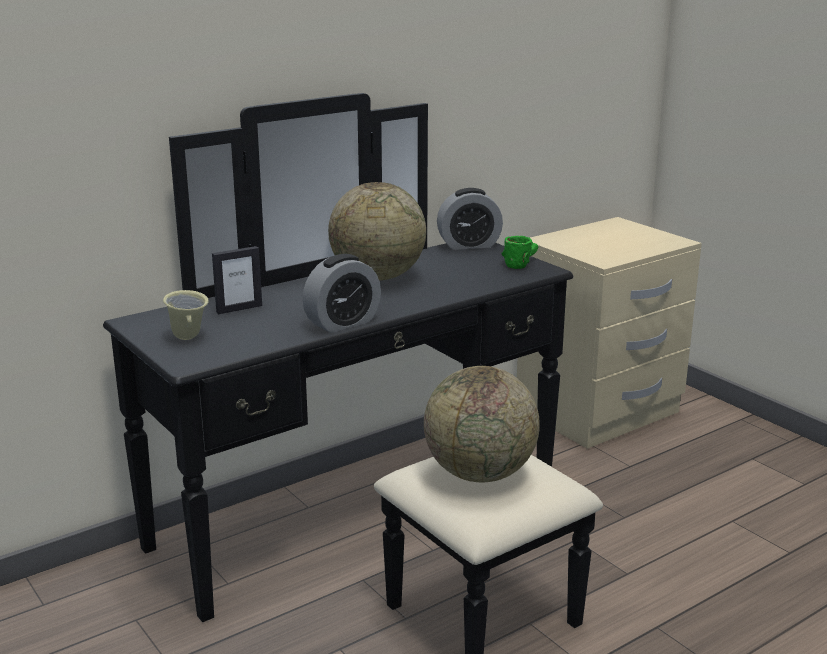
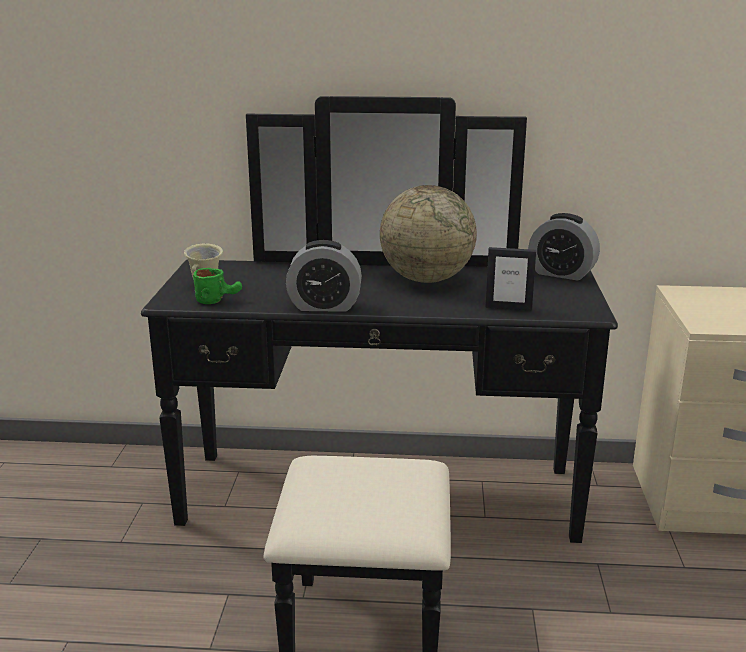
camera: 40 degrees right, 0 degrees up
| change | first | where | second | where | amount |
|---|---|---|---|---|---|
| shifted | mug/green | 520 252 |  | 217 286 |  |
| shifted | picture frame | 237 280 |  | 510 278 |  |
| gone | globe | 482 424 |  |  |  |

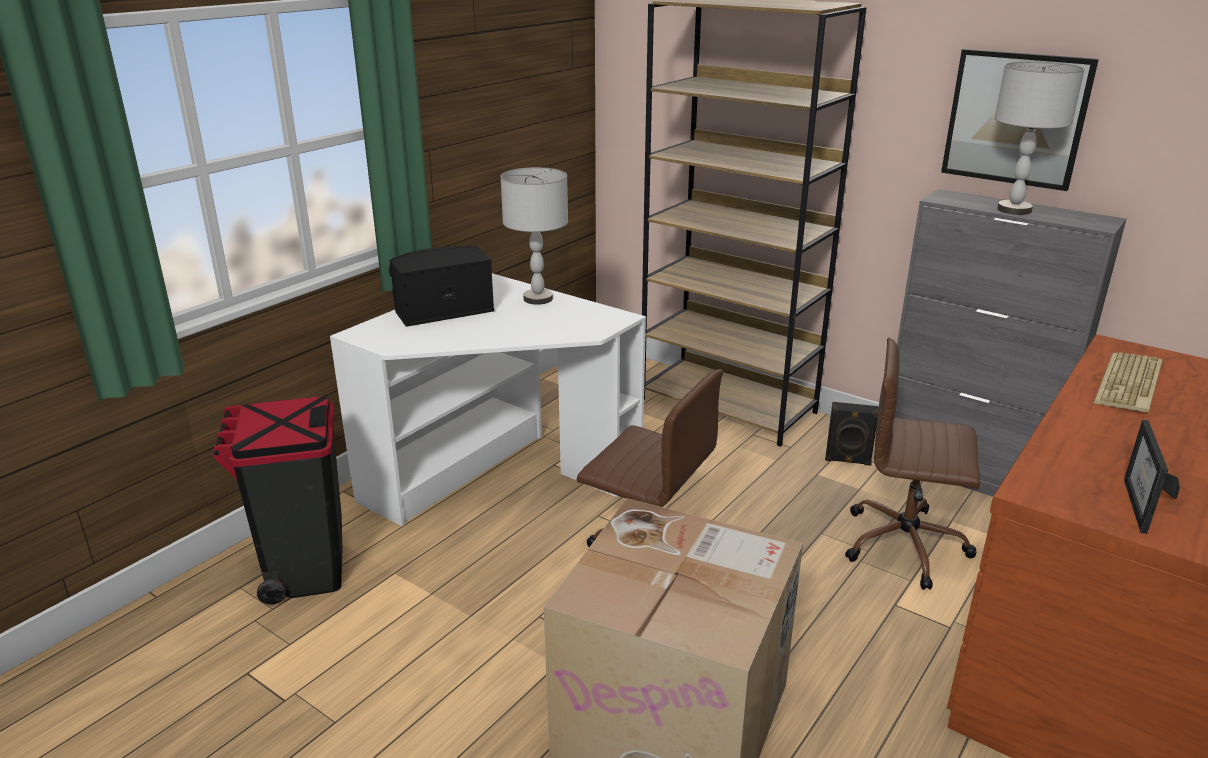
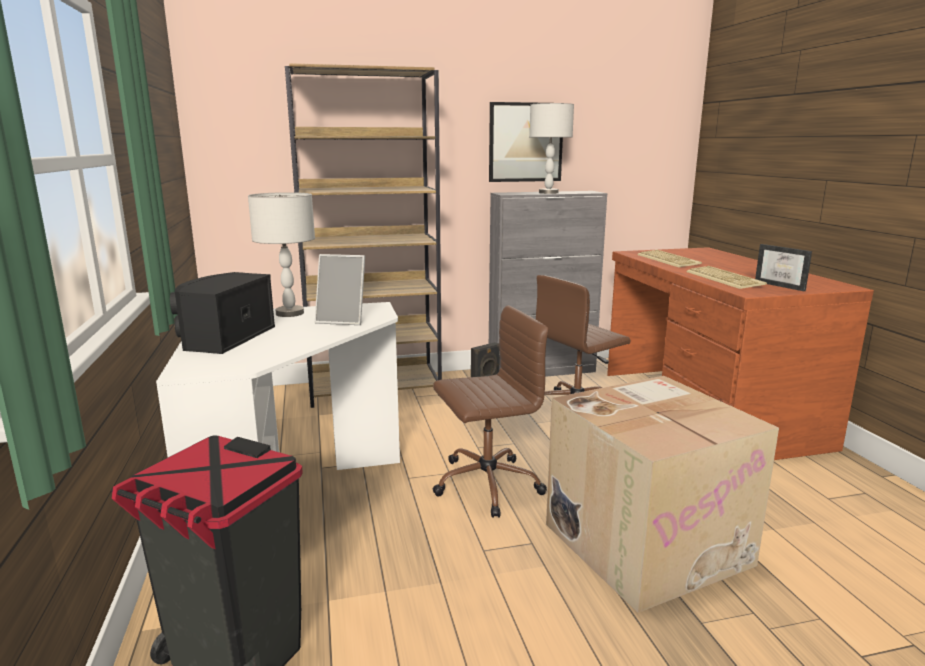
camera: 50 degrees left, 10 degrees down
| change | first | where | second | where | amount |
|---|---|---|---|---|---|
| new |  |  | picture frame | 340 289 |  |
| new |  |  | keyboard | 726 277 |  |

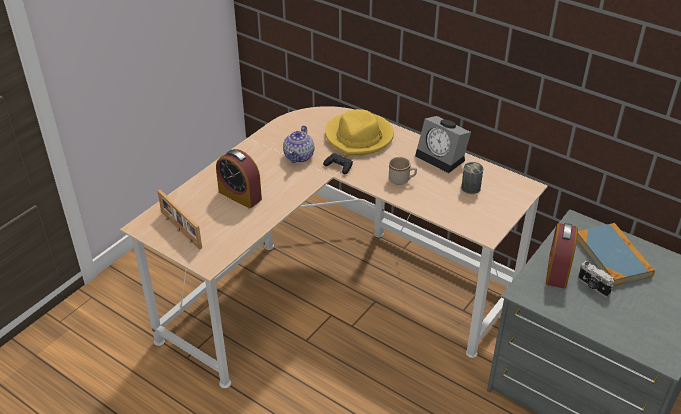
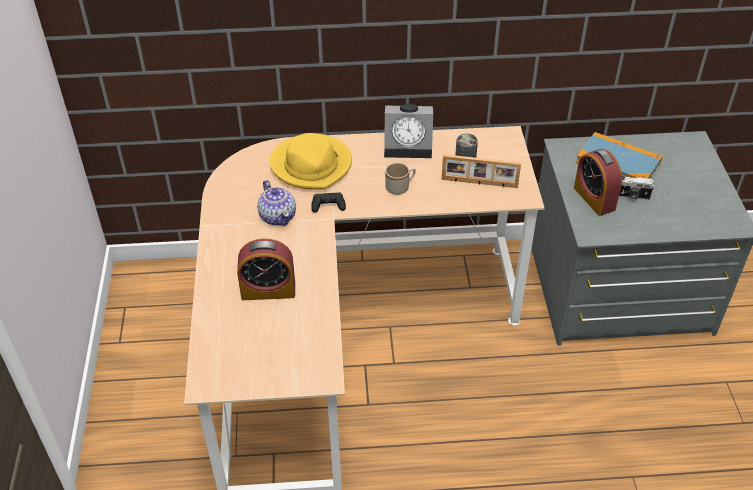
camera: 40 degrees left, 5 degrees up
| change | first | where | second | where | amount |
|---|---|---|---|---|---|
| shifted | picture frame | 179 220 |  | 481 171 |  |

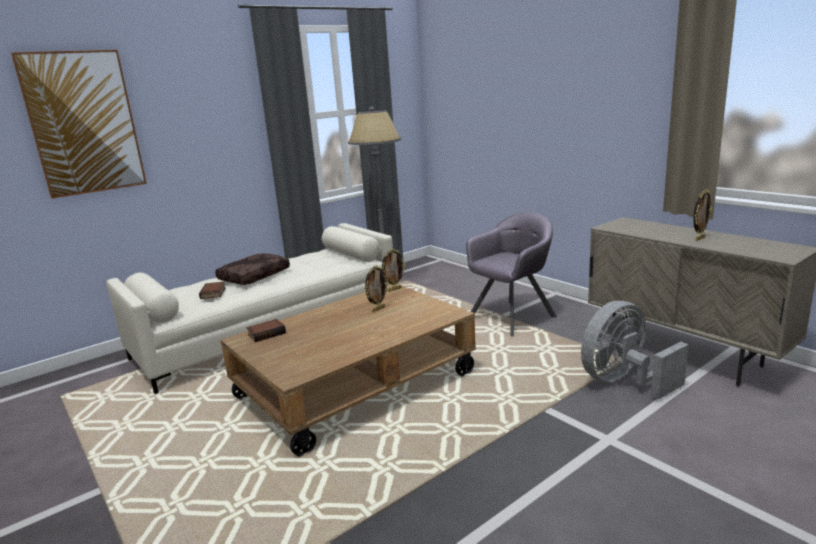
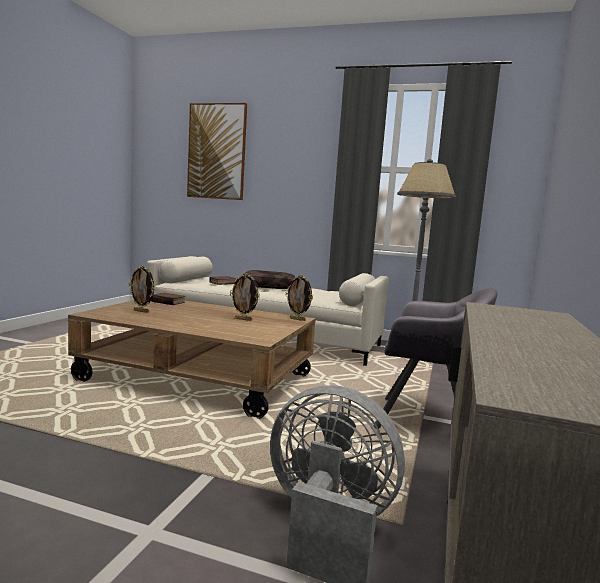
camera: 55 degrees right, 10 degrees down
| change | first | where | second | where | amount |
|---|---|---|---|---|---|
| shifted | picture frame | 702 215 |  | 142 289 |  |

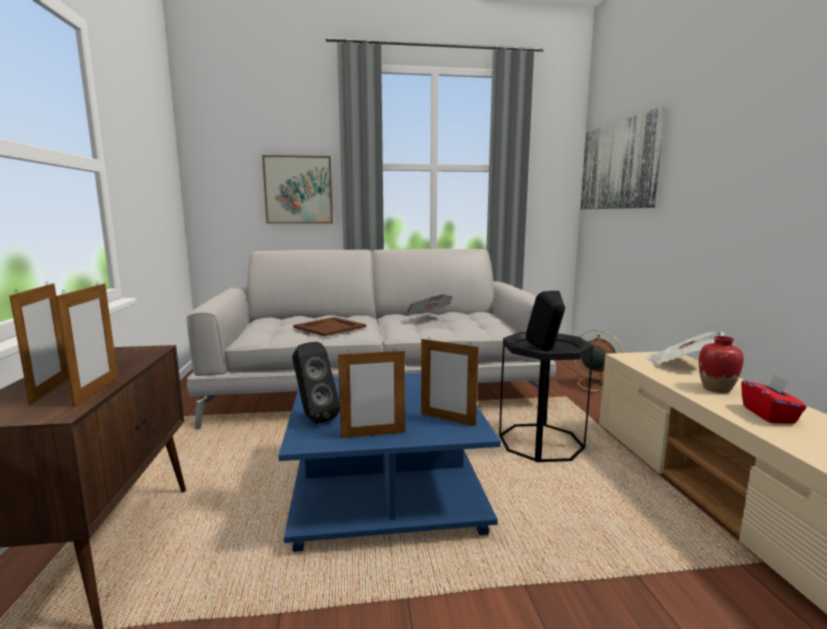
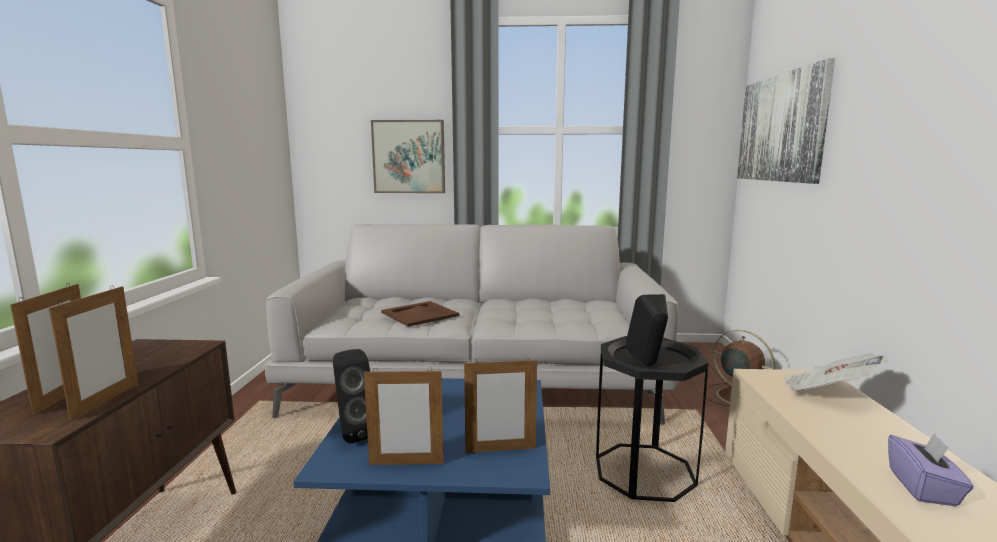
camera: 10 degrees right, 0 degrees up
| change | first | where | second | where | amount |
|---|---|---|---|---|---|
| gone | newspaper | 429 304 |  |  |  |
| gone | vase/red | 721 364 |  |  |  |
| rotated | picture frame | 450 381 |  | 500 405 | 45 degrees counterclockwise |
| repainted | tissue box/red | 774 399 | tissue box/purple | 931 470 |  |

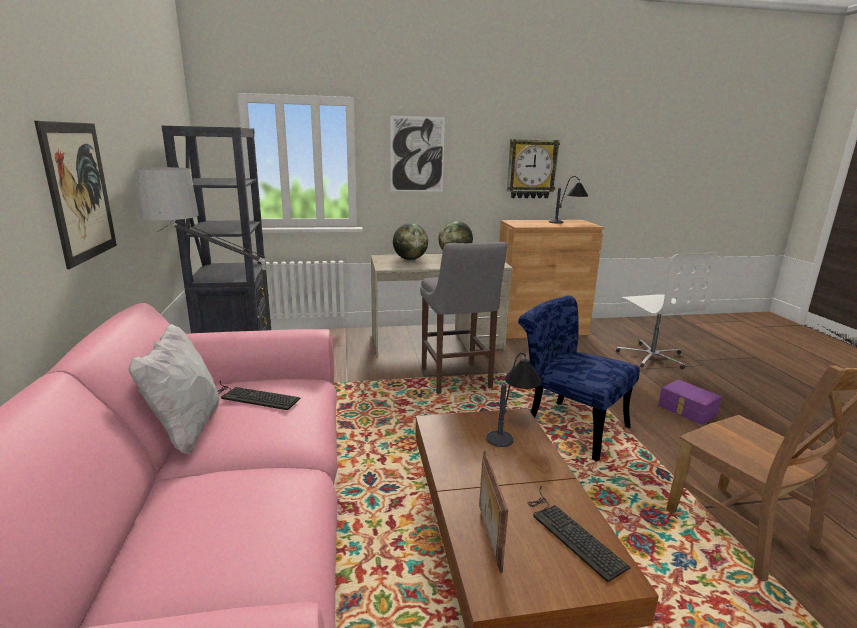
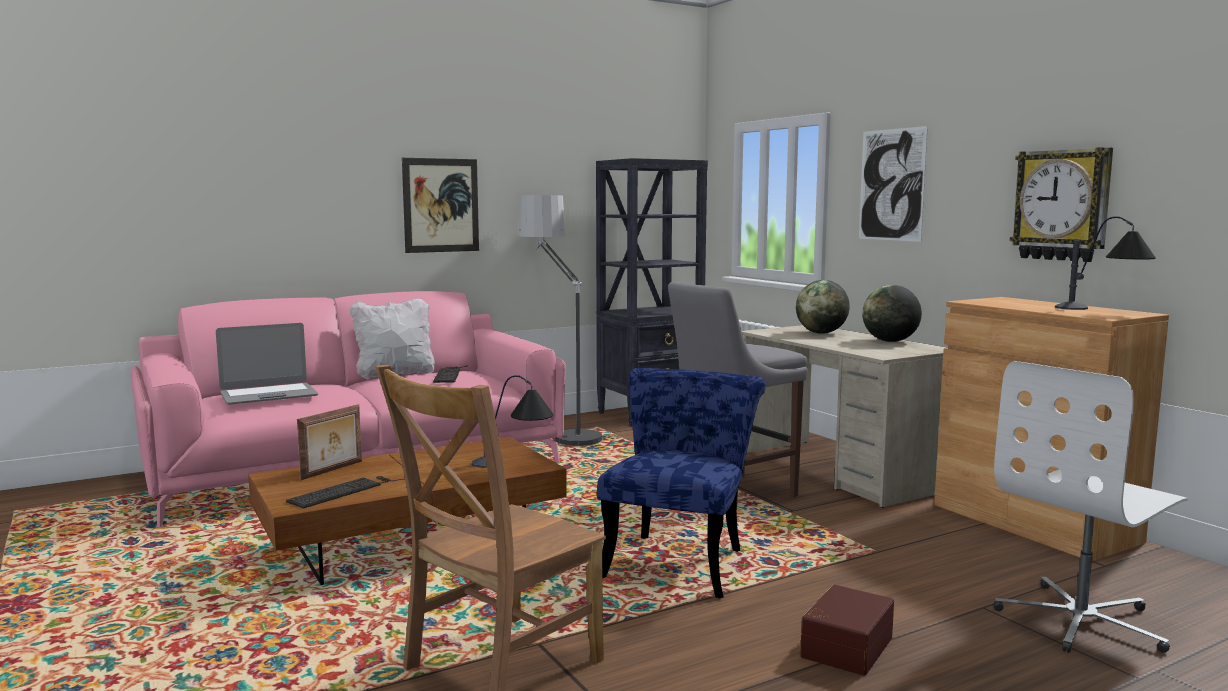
camera: 70 degrees right, 10 degrees down
| change | first | where | second | where | amount |
|---|---|---|---|---|---|
| repainted | storage box/purple | 690 402 | storage box/brown | 847 630 |  |
| rotated | picture frame | 493 512 |  | 329 442 | 150 degrees clockwise |
| new |  |  | laptop | 267 363 |  |

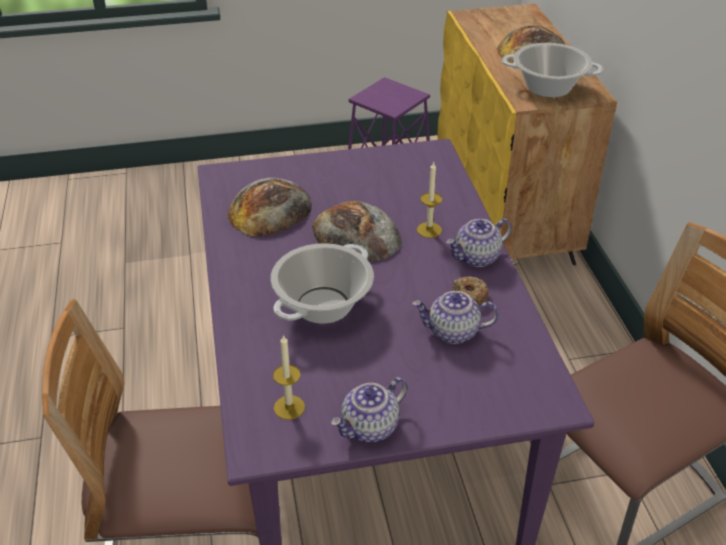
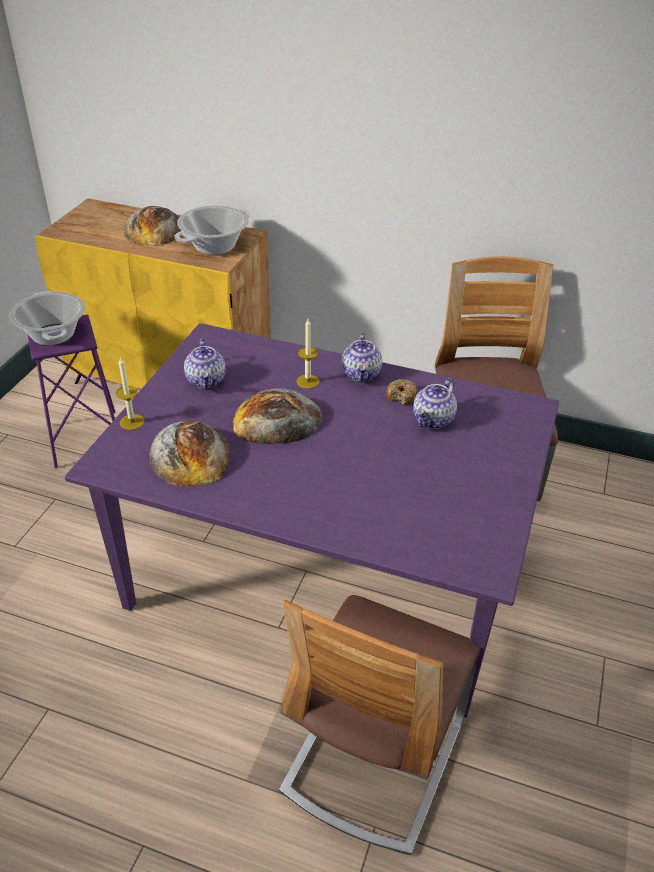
camera: 60 degrees left, 0 degrees up
| change | first | where | second | where | amount |
|---|---|---|---|---|---|
| shifted | cooking pot | 322 283 |  | 47 318 |  |
| shifted | candle | 289 377 |  | 130 393 |  |
| shifted | teapot | 369 409 |  | 205 364 |  |

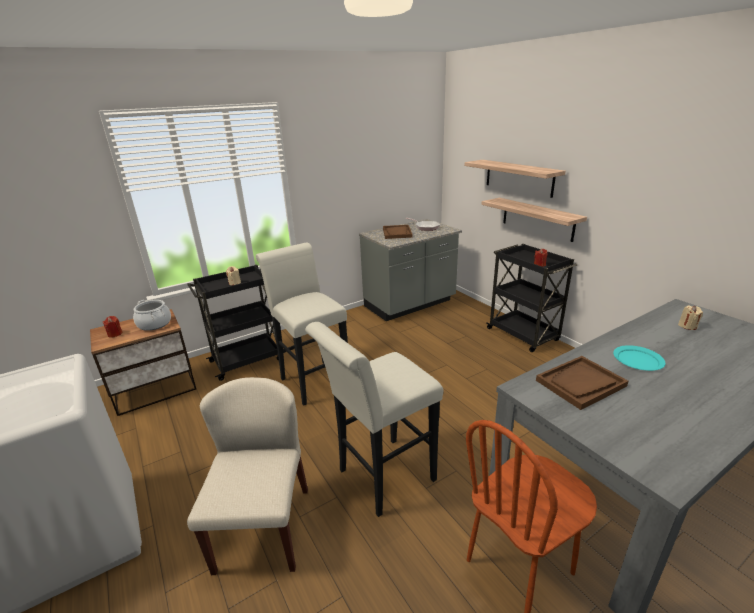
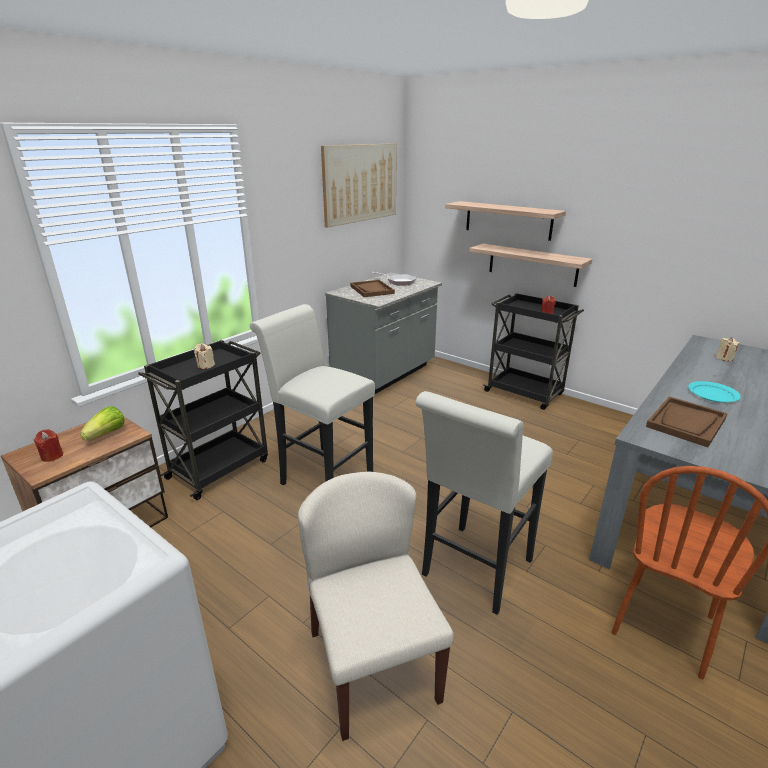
camera: 20 degrees left, 0 degrees up
| change | first | where | second | where | amount |
|---|---|---|---|---|---|
| swapped | cooking pot | 152 315 | lettuce | 102 423 |  |
| new |  |  | picture | 359 185 |  |

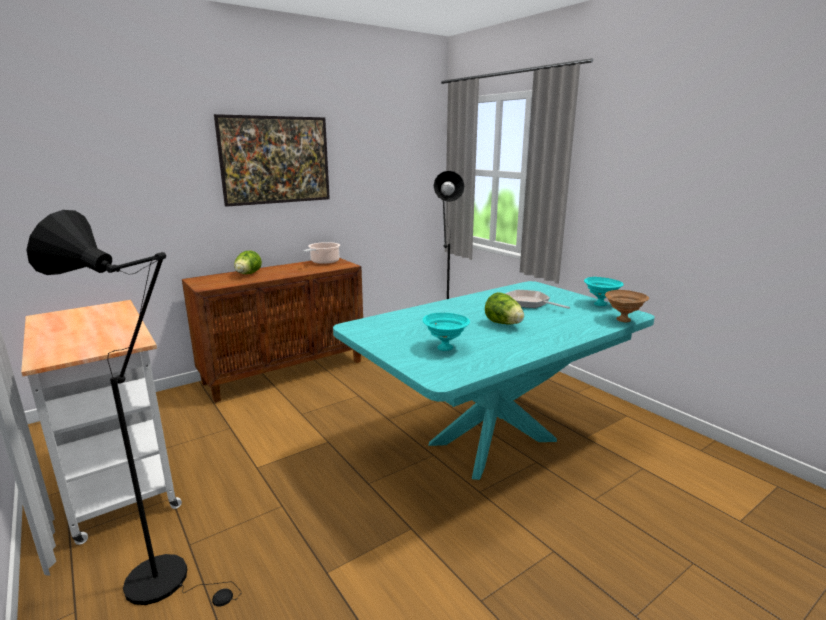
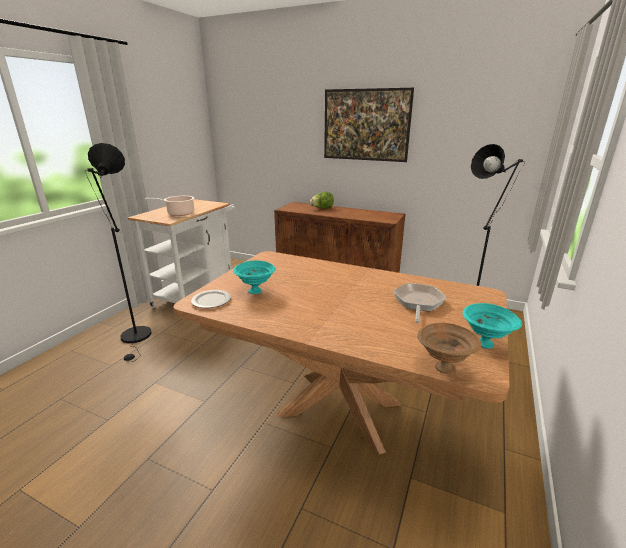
camera: 60 degrees right, 5 degrees up
| change | first | where | second | where | amount |
|---|---|---|---|---|---|
| shifted | cooking pot | 321 253 |  | 169 206 |  |
| repainted | dining table/turquoise | 494 380 | dining table/brown | 341 352 |  |
| gone | lettuce | 504 308 |  |  |  |
| new |  |  | plate | 211 299 |  |

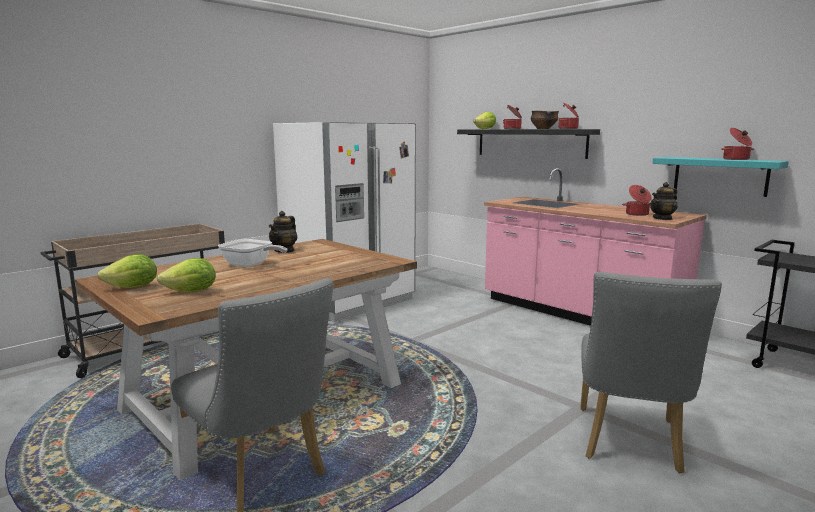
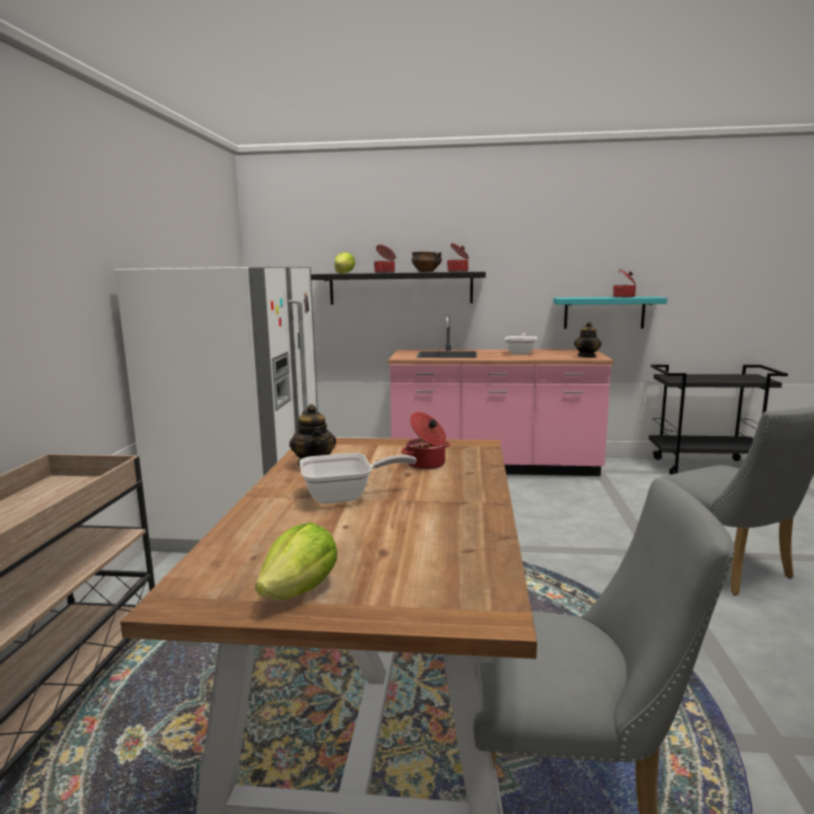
camera: 40 degrees left, 0 degrees up
| change | first | where | second | where | amount |
|---|---|---|---|---|---|
| shifted | cooking pot | 637 200 |  | 425 441 |  |
| gone | lettuce | 186 275 |  |  |  |
| new |  |  | frying pan | 521 344 |  |

